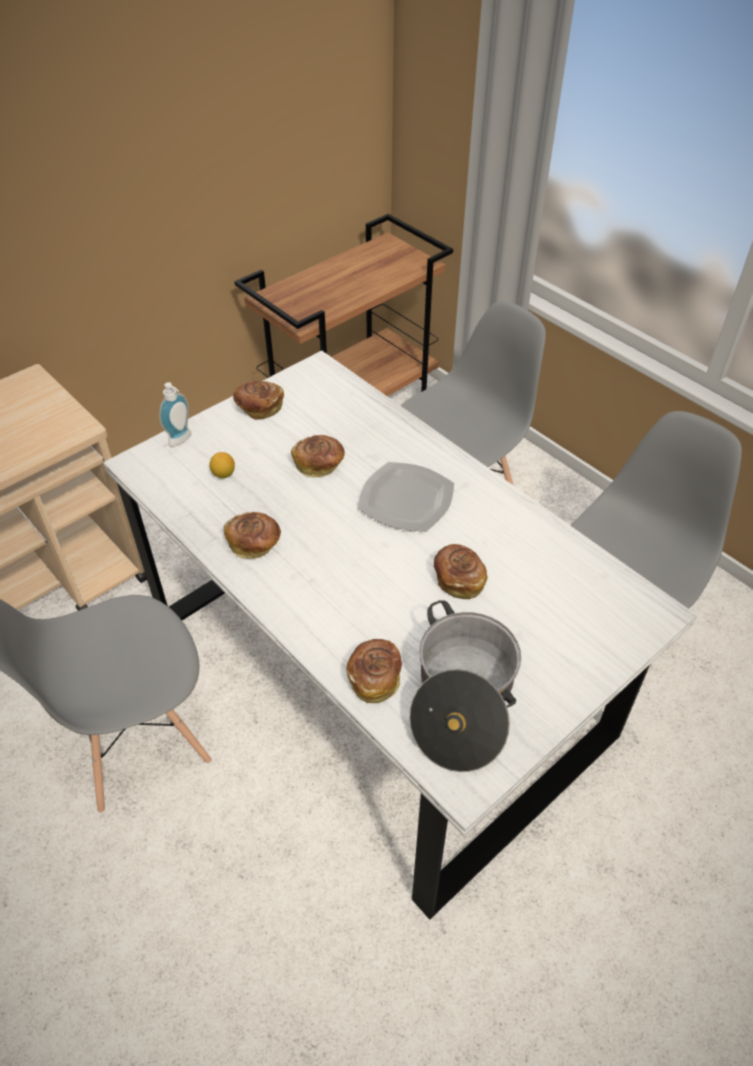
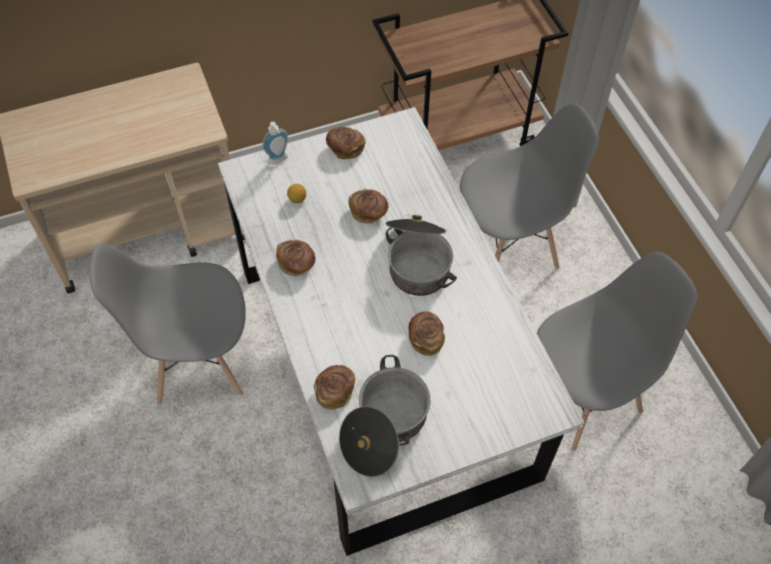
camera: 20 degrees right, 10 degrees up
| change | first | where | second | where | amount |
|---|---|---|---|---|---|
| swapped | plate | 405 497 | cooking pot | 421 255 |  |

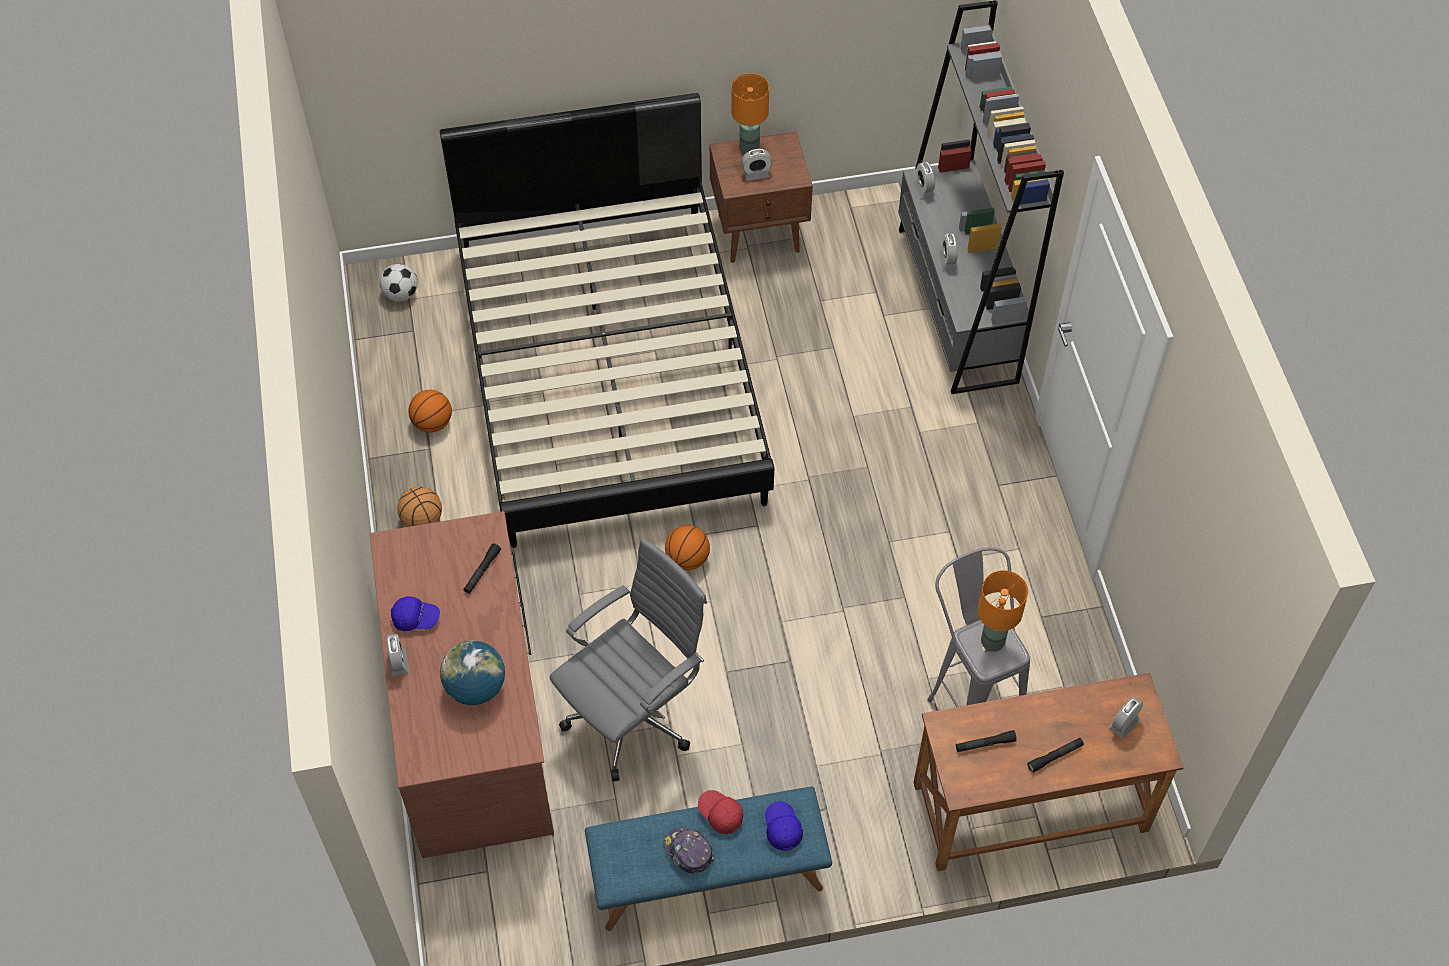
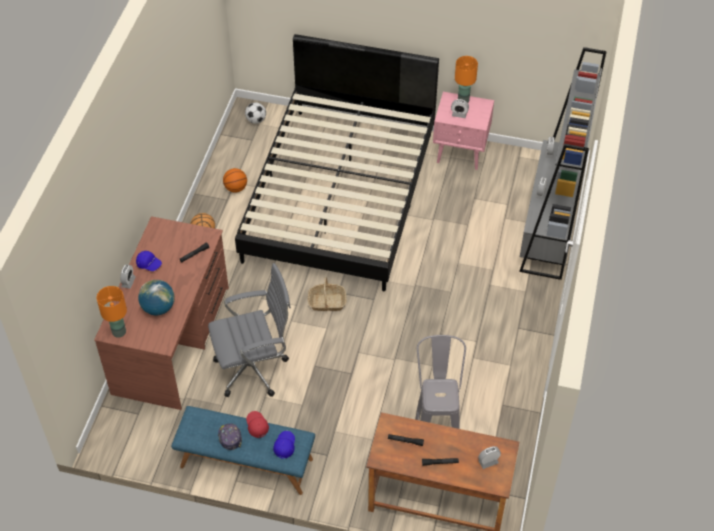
camera: 25 degrees right, 5 degrees down
| change | first | where | second | where | amount |
|---|---|---|---|---|---|
| repainted | nightstand/brown | 761 197 | nightstand/pink | 463 131 |  |
| swapped | basketball | 687 547 | basket | 327 294 |  |
| shifted | table lamp/orange | 1003 610 |  | 112 312 |  |

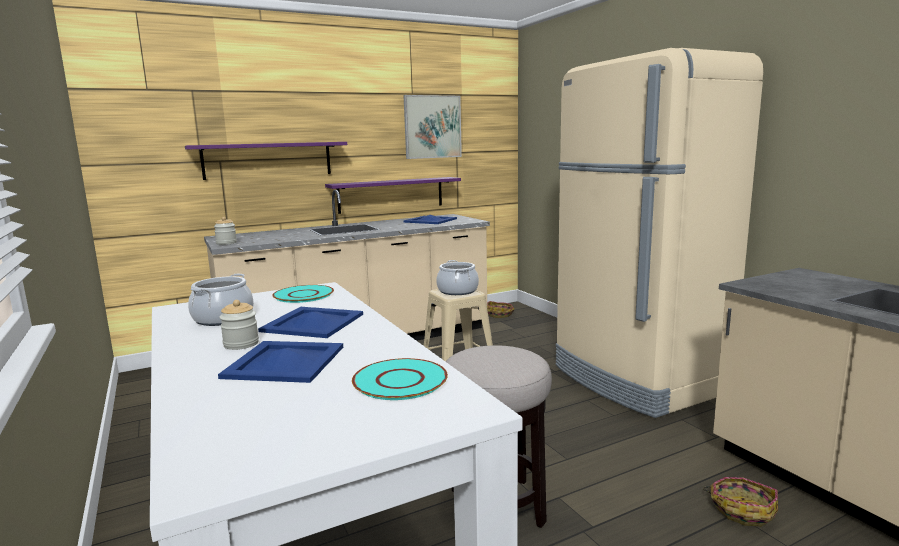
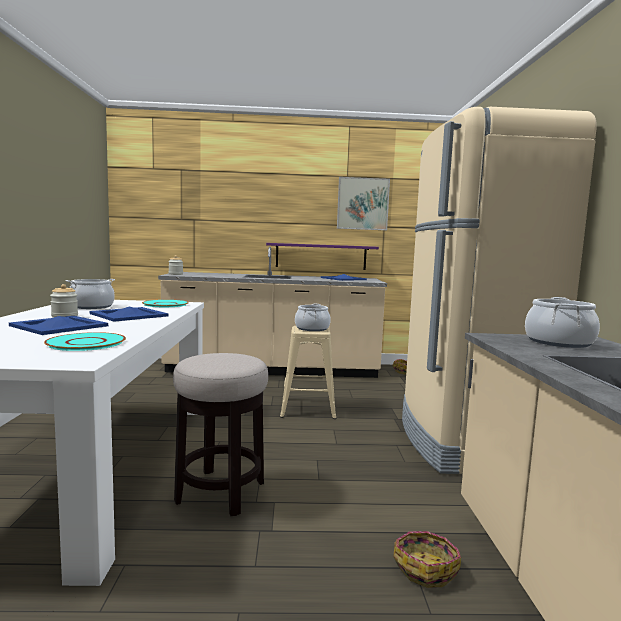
camera: 25 degrees right, 5 degrees down
| change | first | where | second | where | amount |
|---|---|---|---|---|---|
| gone | shelf/purple | 266 161 |  |  |  |
| new |  |  | cooking pot | 562 322 |  |

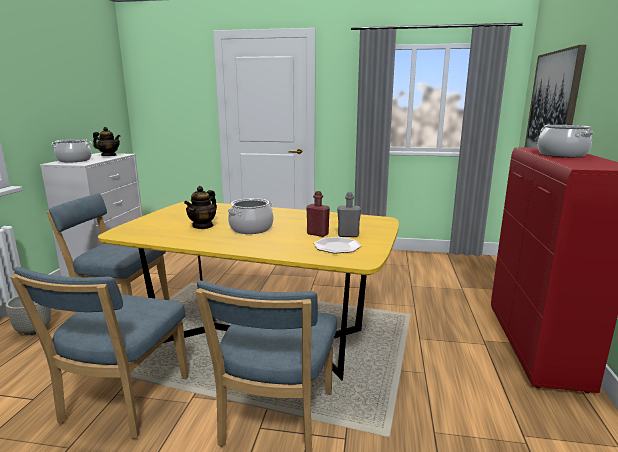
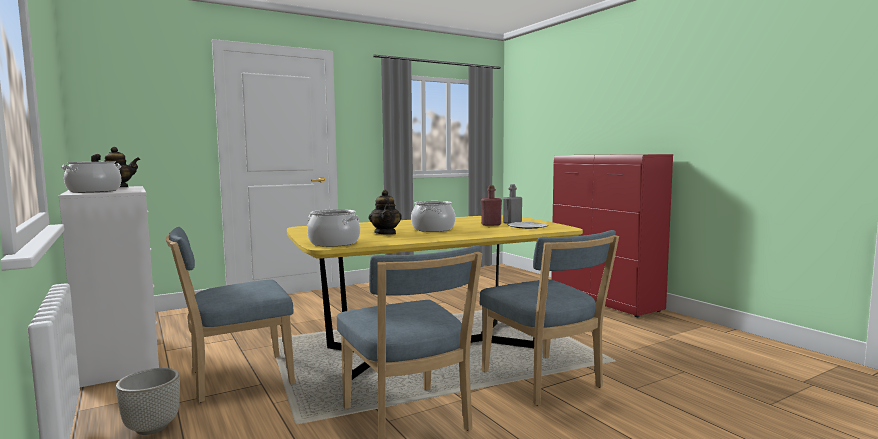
camera: 40 degrees left, 10 degrees down
| change | first | where | second | where | amount |
|---|---|---|---|---|---|
| gone | picture | 555 96 |  |  |  |
| shifted | cooking pot | 565 141 |  | 333 228 |  |

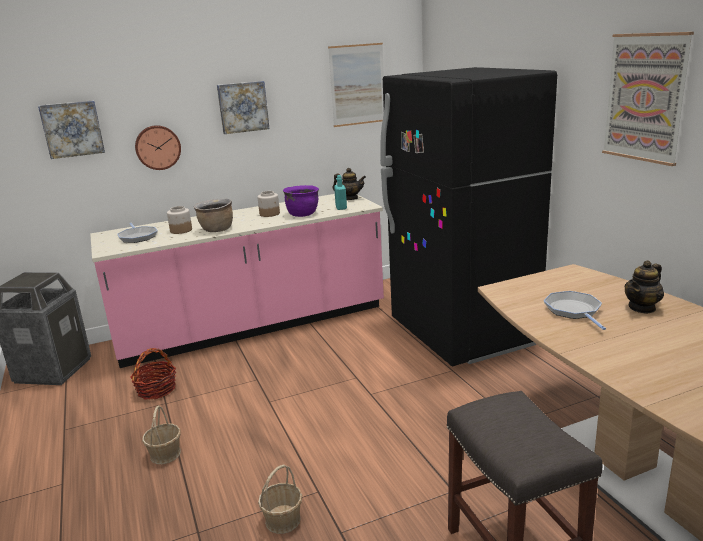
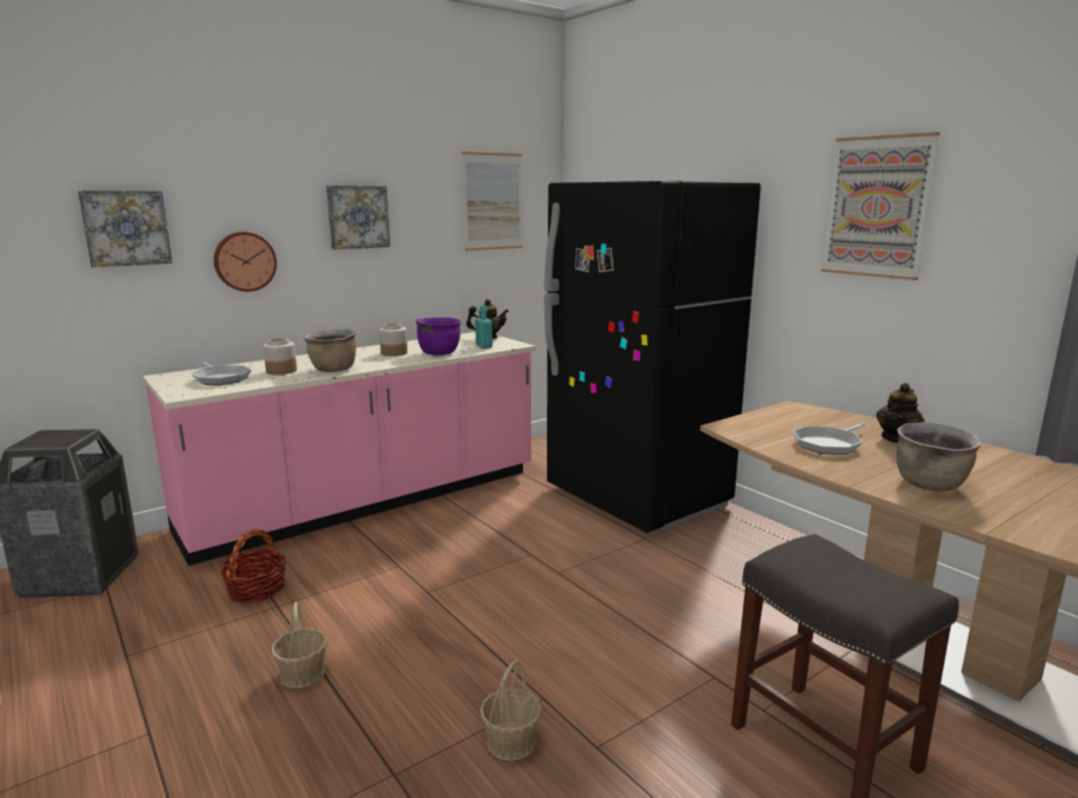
camera: 15 degrees left, 5 degrees down
| change | first | where | second | where | amount |
|---|---|---|---|---|---|
| rotated | frying pan | 575 310 |  | 829 439 | 105 degrees counterclockwise |
| new |  |  | cooking pot/brown | 938 456 |  |

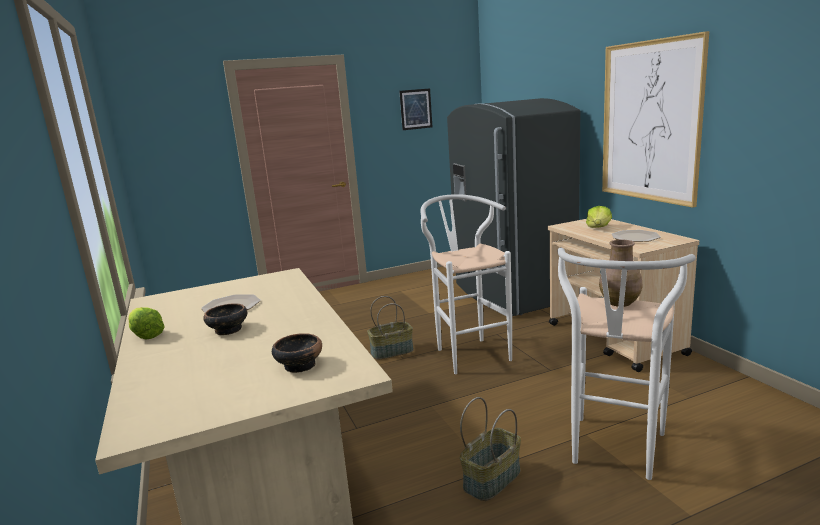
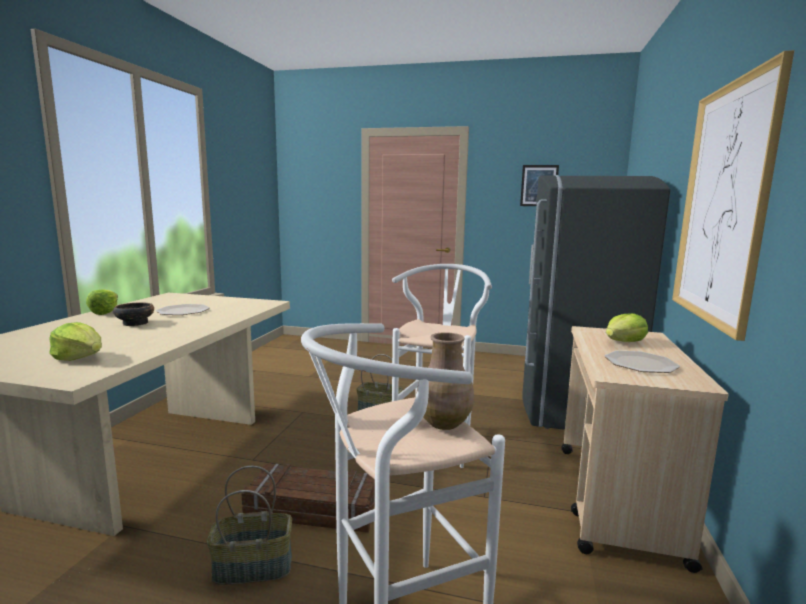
camera: 35 degrees right, 5 degrees down
| change | first | where | second | where | amount |
|---|---|---|---|---|---|
| swapped | bowl | 297 353 | lettuce | 75 341 |  |
| new |  |  | crate | 308 498 |  |

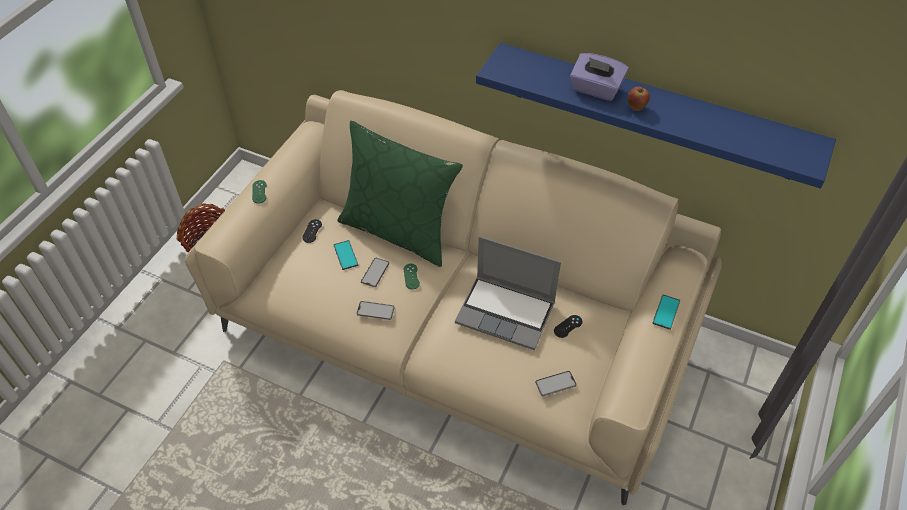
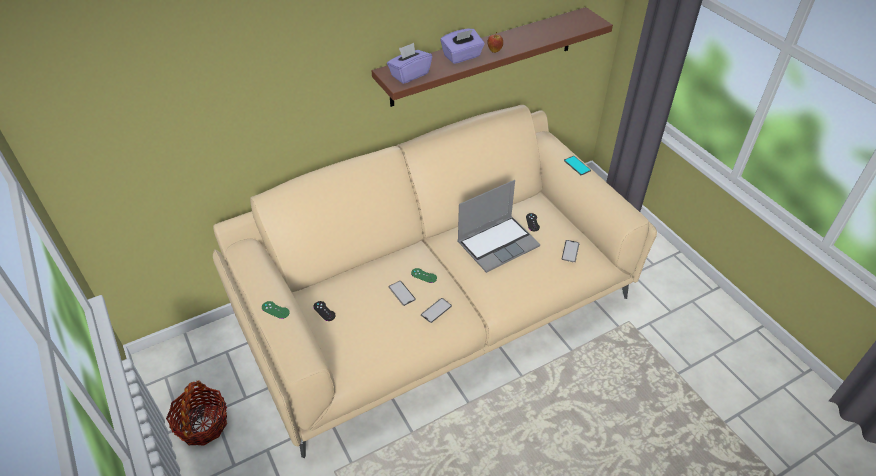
camera: 55 degrees left, 5 degrees down
| change | first | where | second | where | amount |
|---|---|---|---|---|---|
| repainted | shelf/blue | 656 116 | shelf/brown | 492 57 |  |
| gone | pillow/green | 400 194 |  |  |  |
| gone | phone | 346 255 |  |  |  |
| new |  |  | tissue box/purple | 409 63 |  |

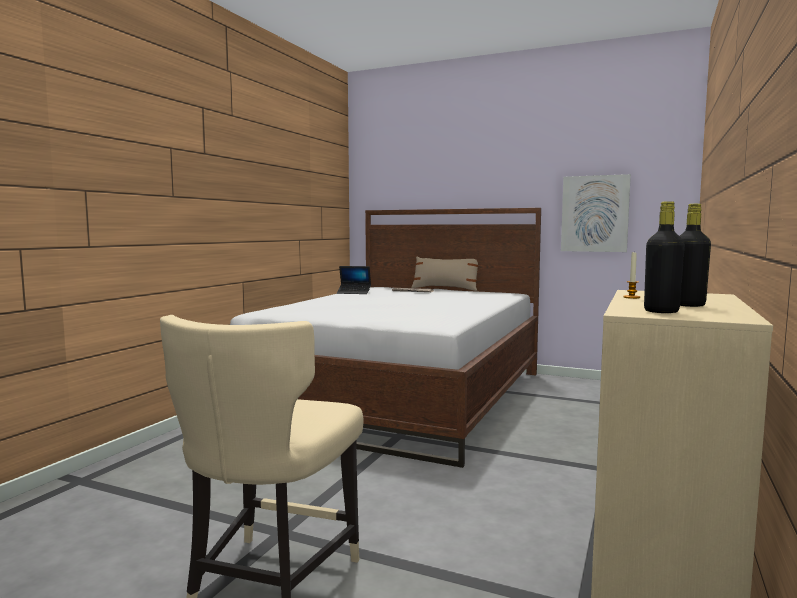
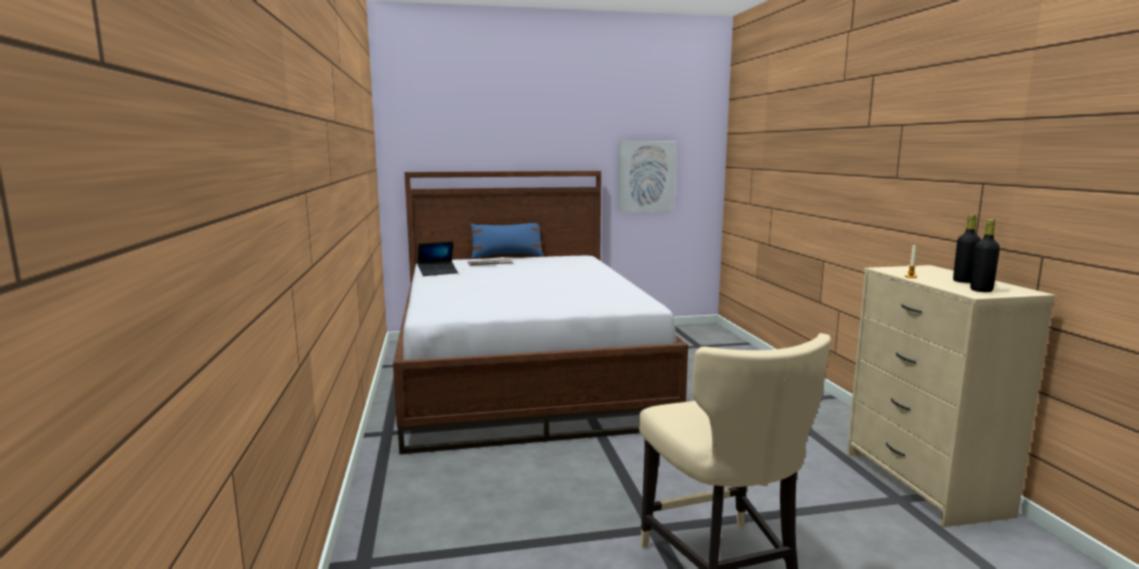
camera: 35 degrees left, 5 degrees up
| change | first | where | second | where | amount |
|---|---|---|---|---|---|
| repainted | pillow/beige | 444 274 | pillow/blue | 507 241 |  |

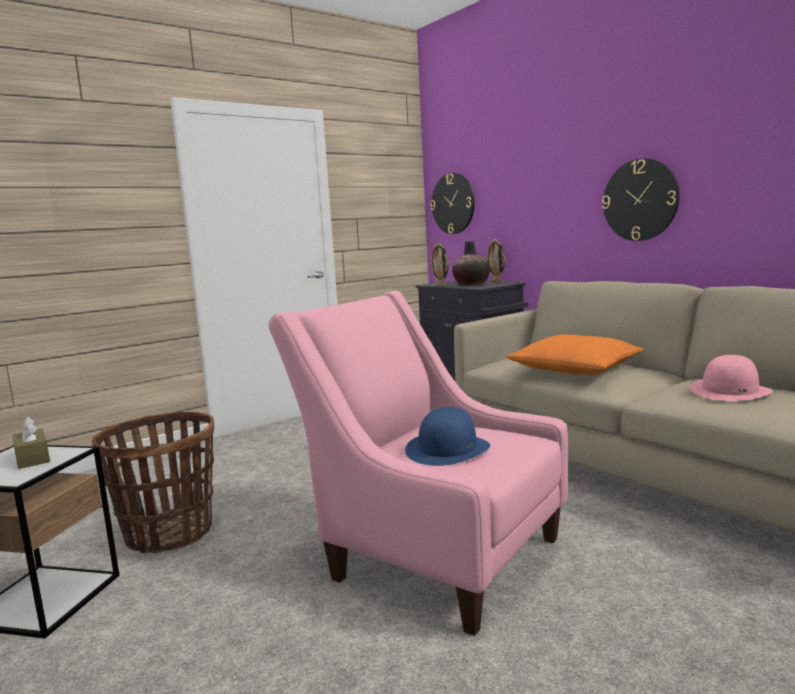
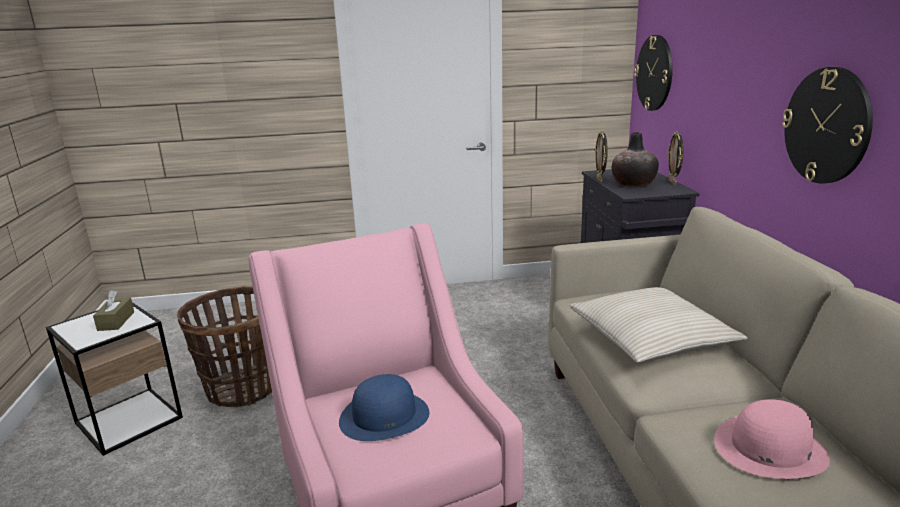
camera: 30 degrees right, 10 degrees up
| change | first | where | second | where | amount |
|---|---|---|---|---|---|
| repainted | pillow/orange | 575 354 | pillow/beige | 658 325 |  |

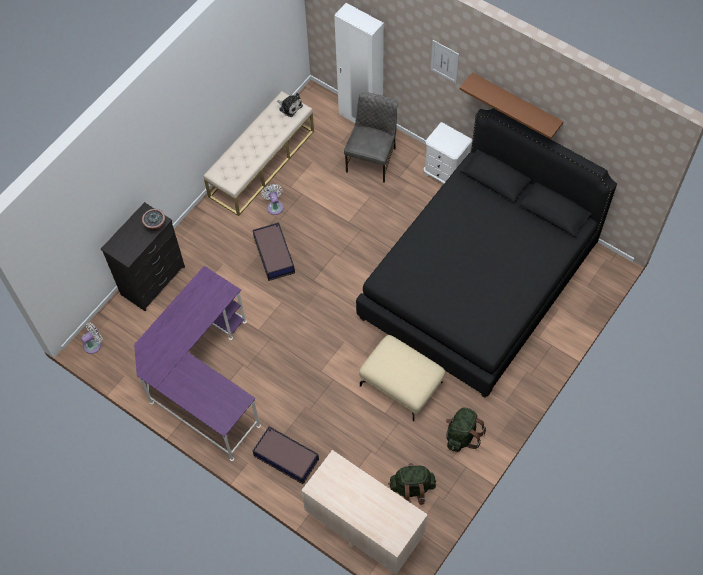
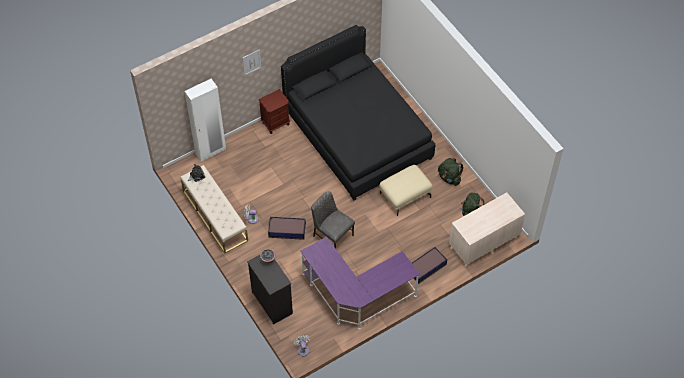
camera: 70 degrees left, 5 degrees down
| change | first | where | second | where | amount |
|---|---|---|---|---|---|
| gone | shelf/brown | 511 105 |  |  |  |
| shifted | chair/grey | 370 137 |  | 333 219 |  |
| repainted | nightstand/white | 447 152 | nightstand/brown | 274 111 |  |

